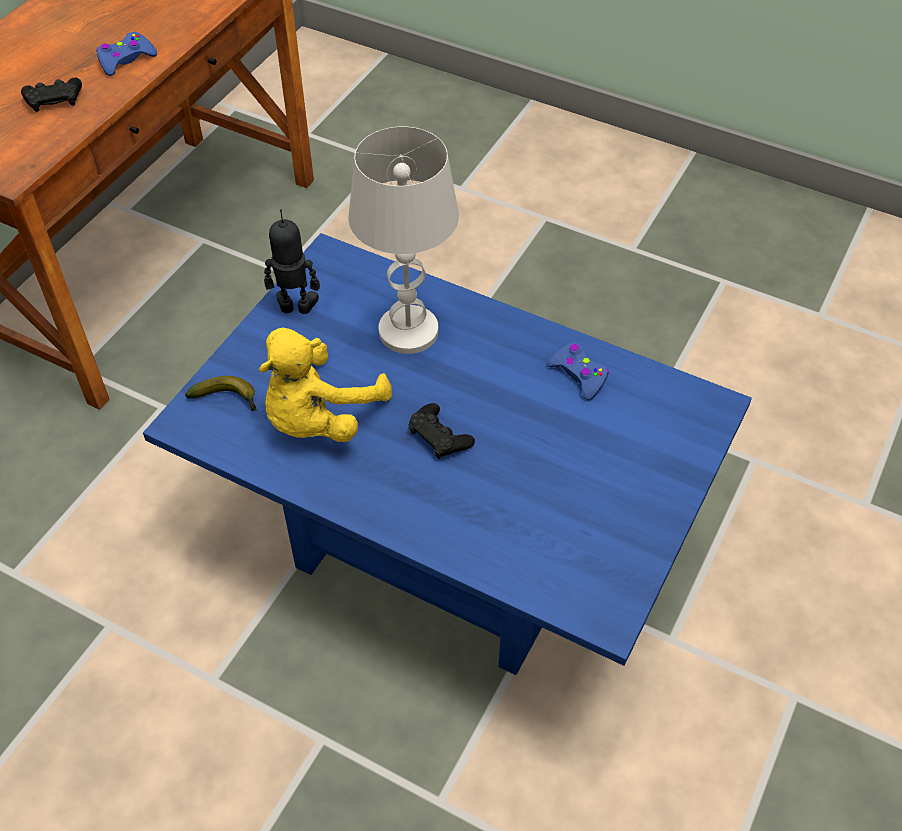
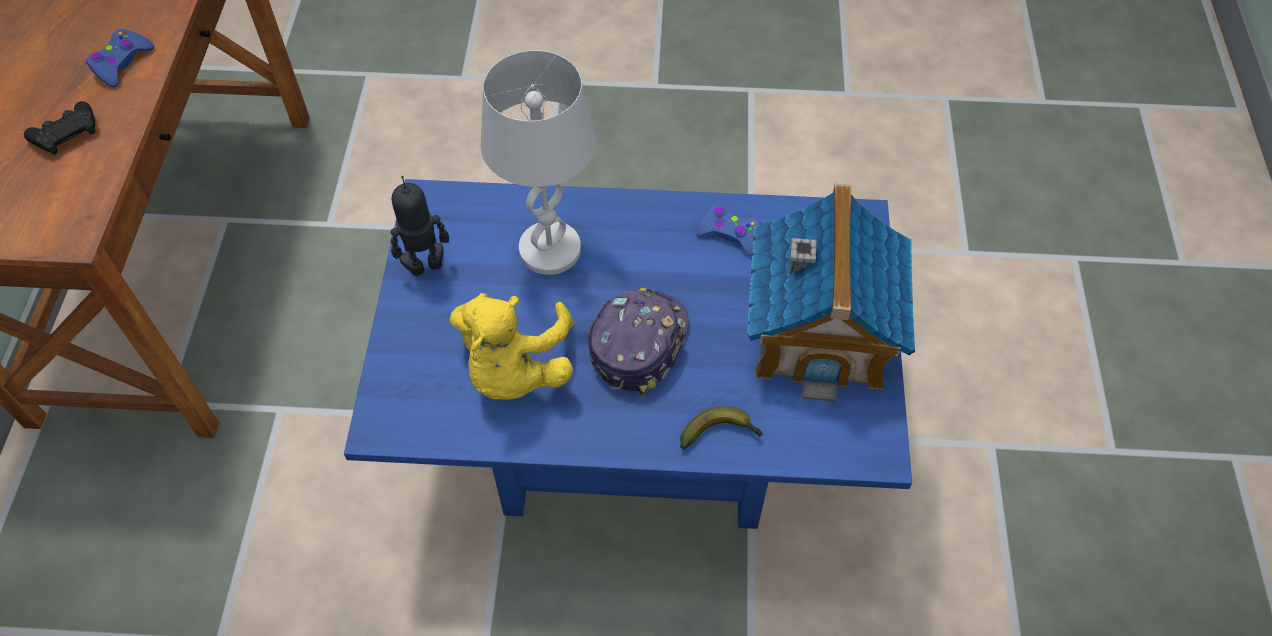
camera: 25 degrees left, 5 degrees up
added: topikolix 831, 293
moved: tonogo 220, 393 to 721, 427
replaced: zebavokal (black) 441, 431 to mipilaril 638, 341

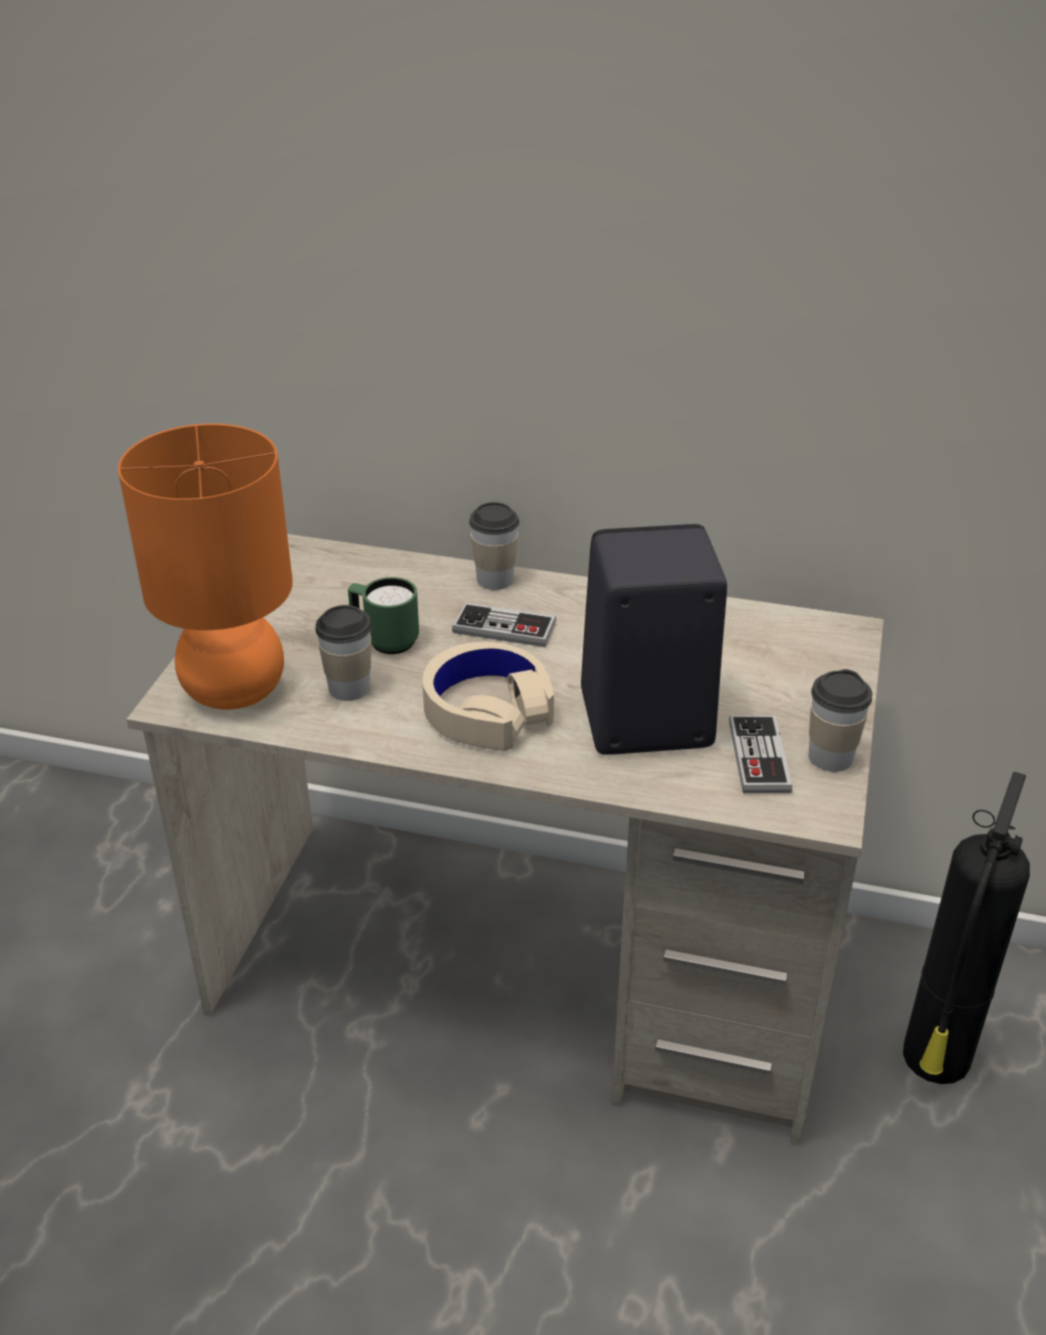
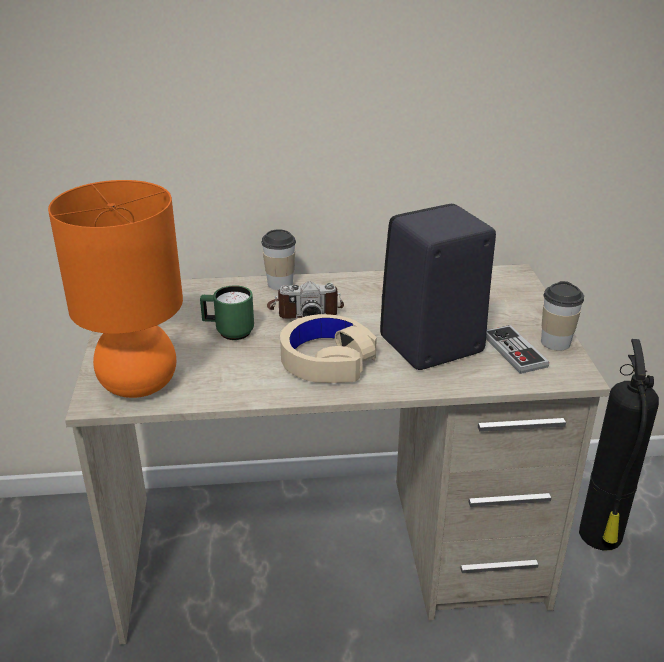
camera: 20 degrees left, 5 degrees down
removed: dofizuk 343, 653
replaced: zebavokal 504, 624 to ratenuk 305, 300

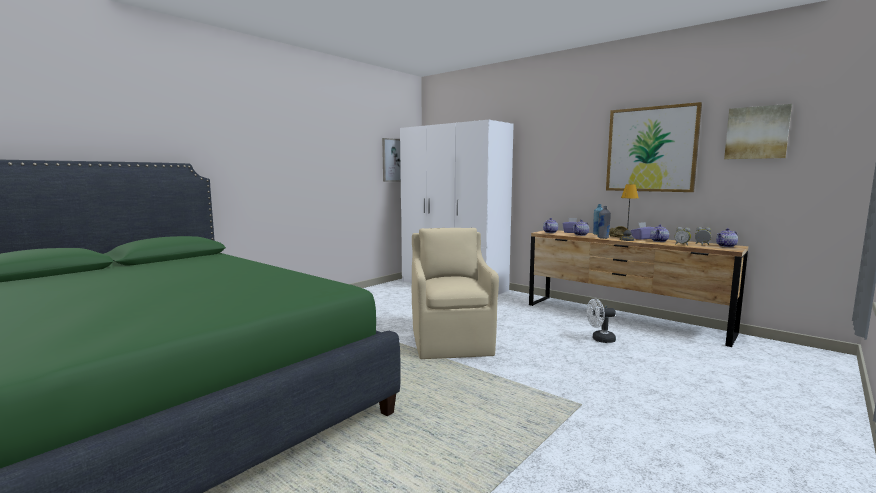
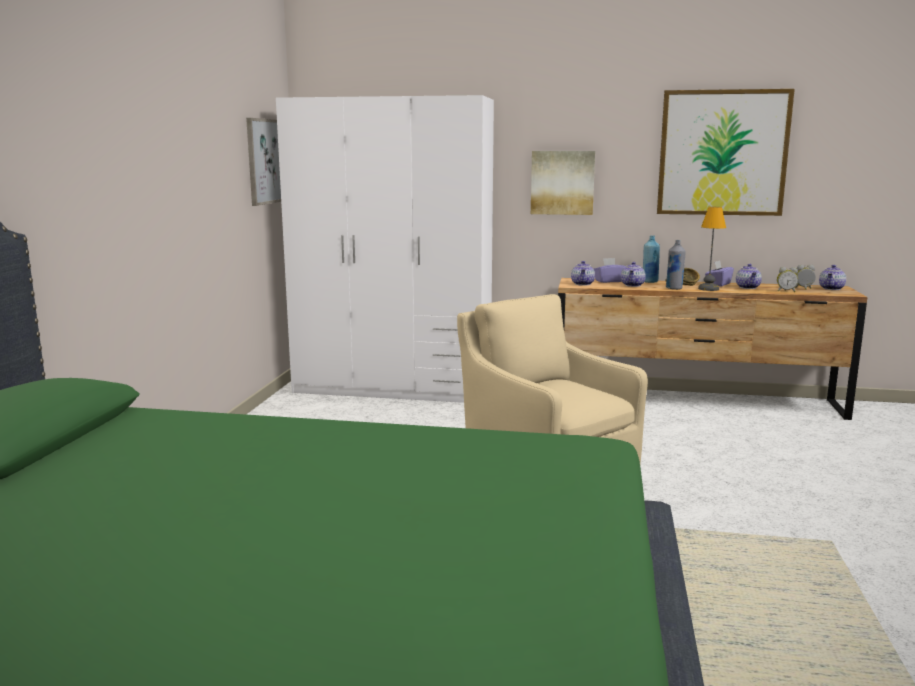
camera: 30 degrees left, 5 degrees up
removed: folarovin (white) 601, 320
moved: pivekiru 758, 131 to 563, 183

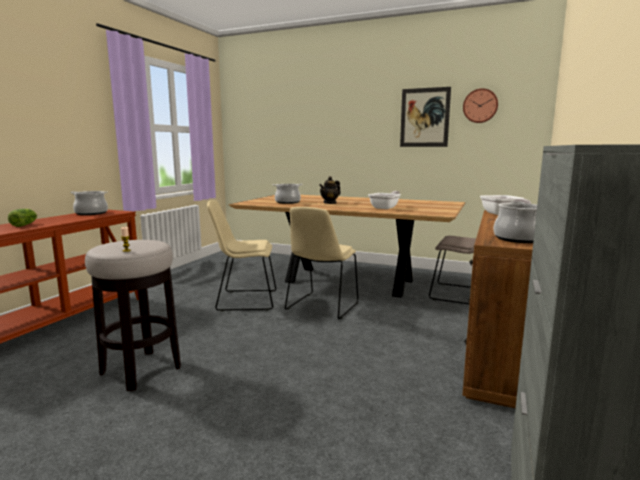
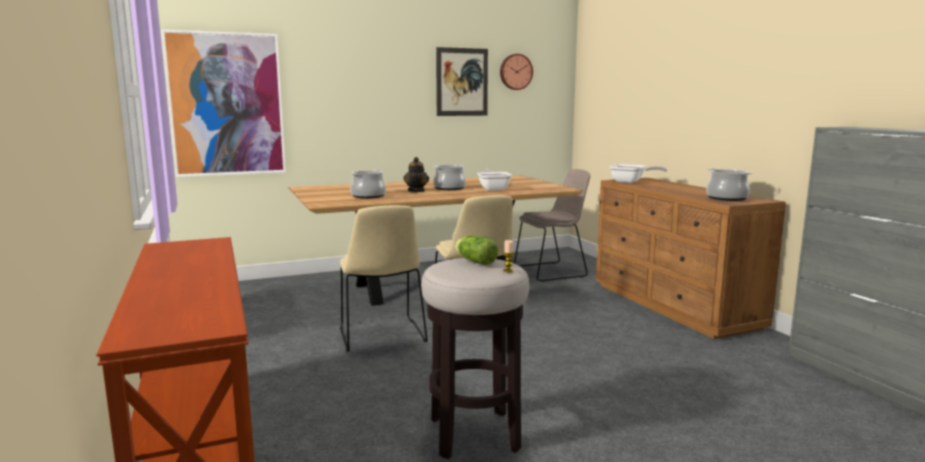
camera: 45 degrees left, 0 degrees up
added: pivekiru 223, 103
moved: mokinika 89, 203 to 449, 177; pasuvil 22, 218 to 476, 250
turned: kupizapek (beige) 241, 256 = 384, 278 60 degrees counterclockwise

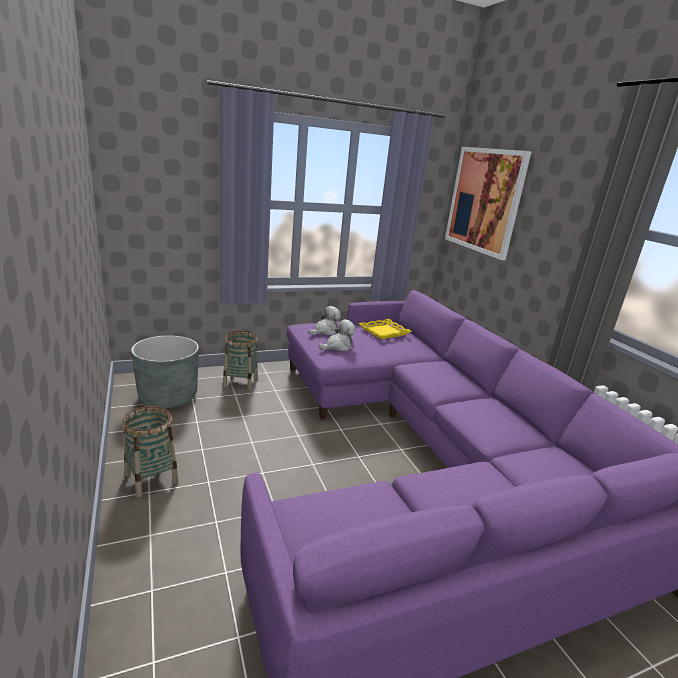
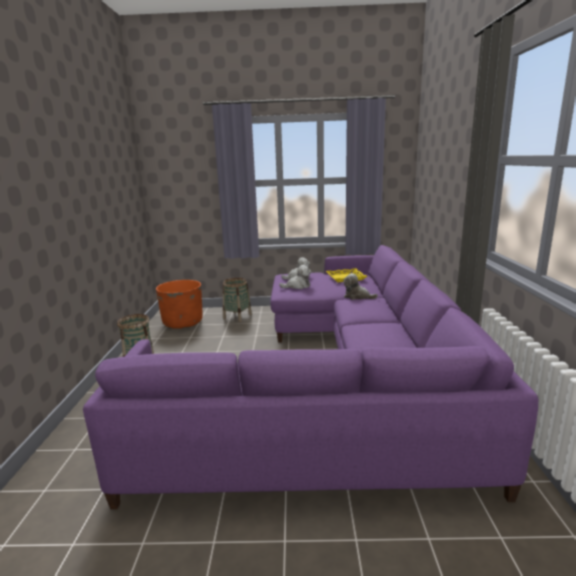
camera: 25 degrees right, 5 degrees down
removed: pivekiru 488, 203
added: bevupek 360, 286
recoloured: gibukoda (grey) 165, 372 to gibukoda (orange) 179, 304

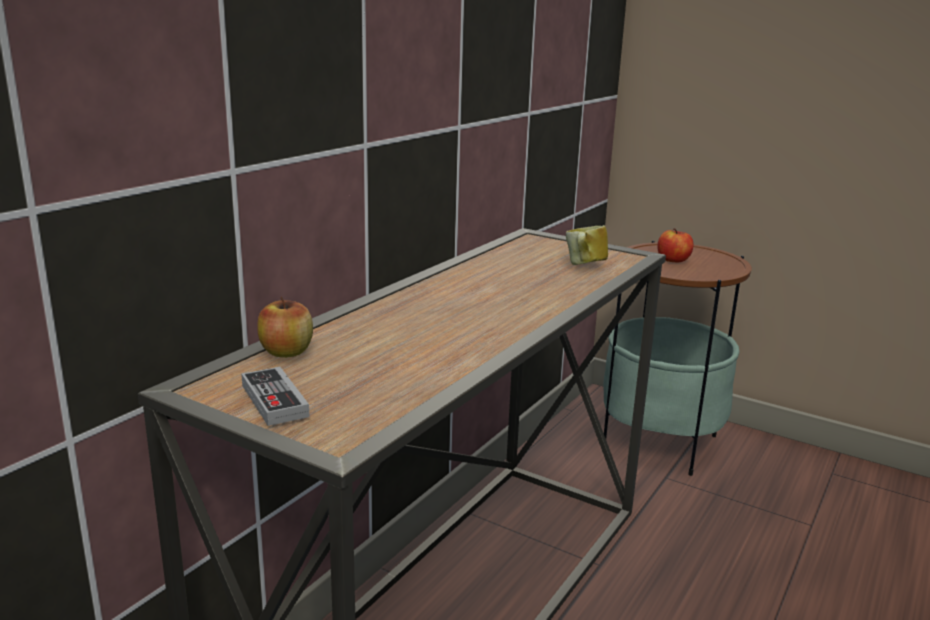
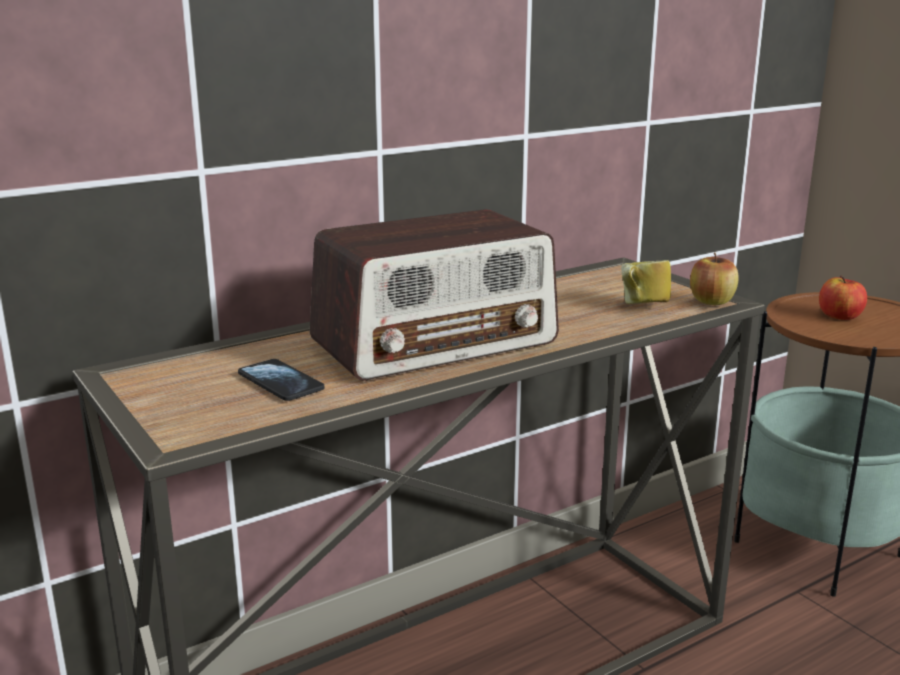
camera: 25 degrees right, 0 degrees up
removed: zebavokal 275, 396
added: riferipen 434, 295; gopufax 281, 380
moved: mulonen 285, 327 to 714, 278

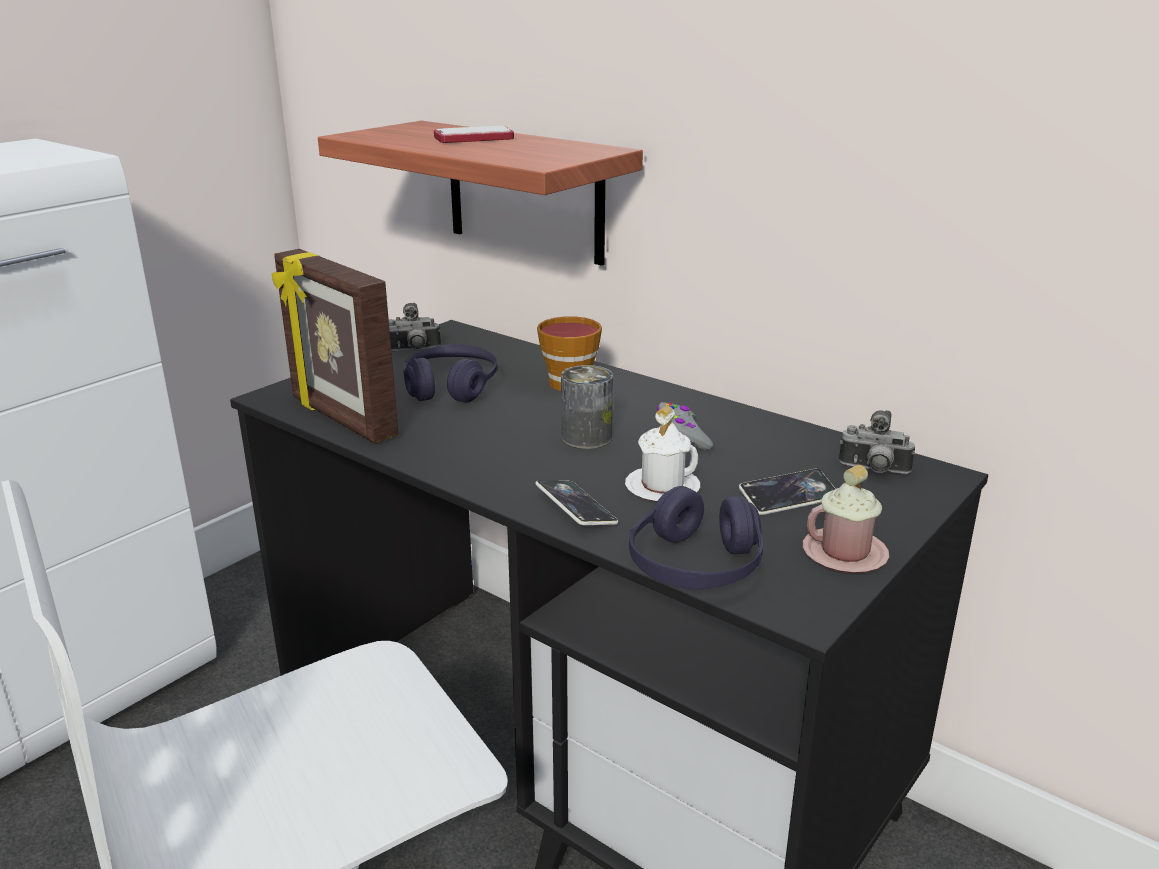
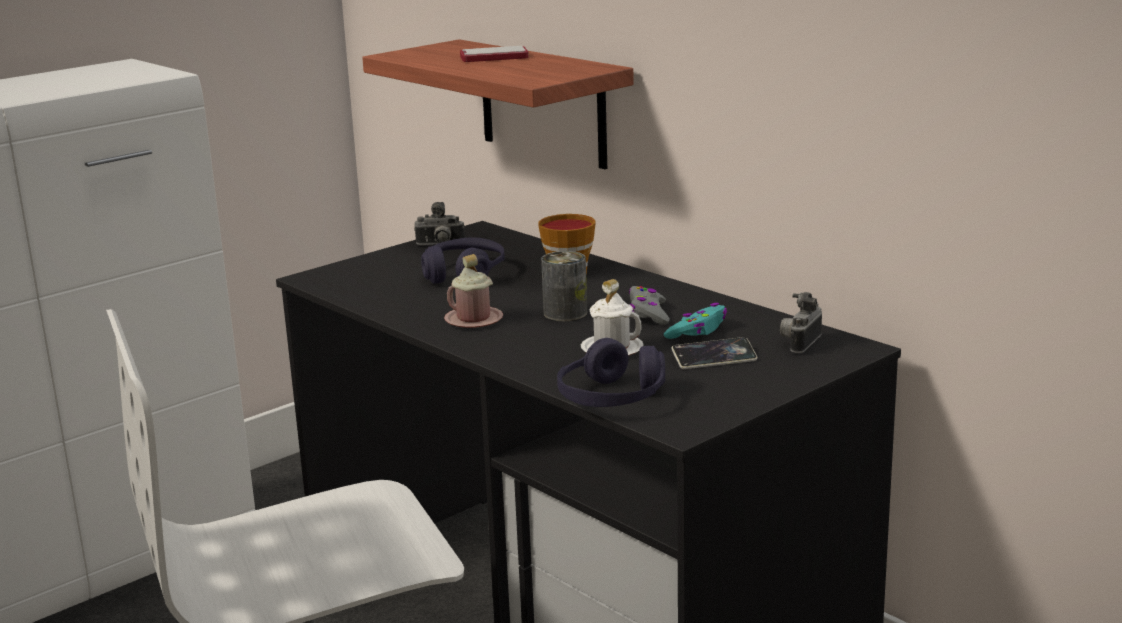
camera: 10 degrees right, 5 degrees down
removed: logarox 335, 346; gopufax 576, 502
added: zebavokal (turquoise) 695, 321
moved: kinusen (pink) 846, 519 to 473, 291
turned: ratenuk 877, 442 = 801, 322 90 degrees clockwise

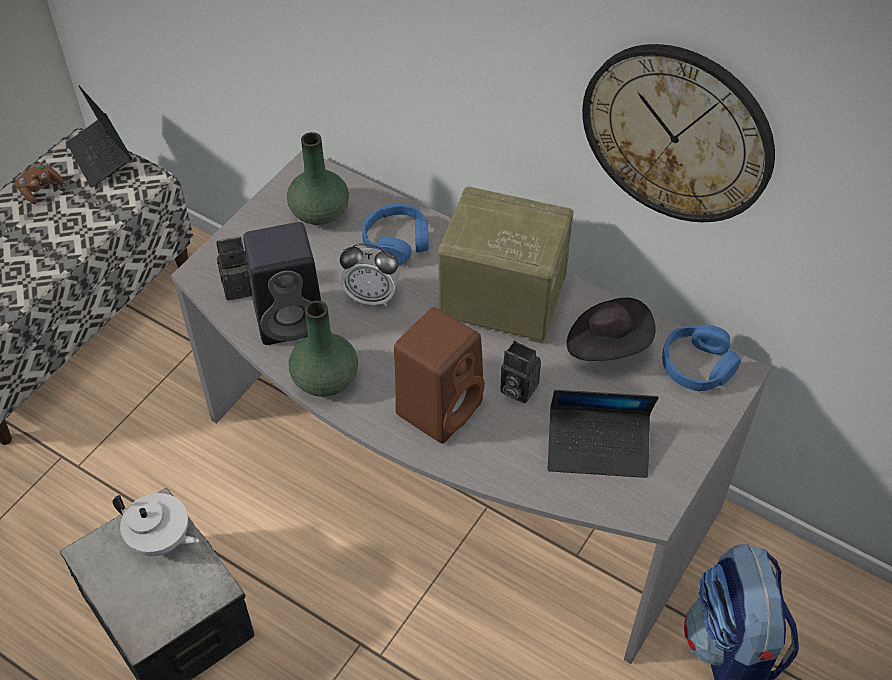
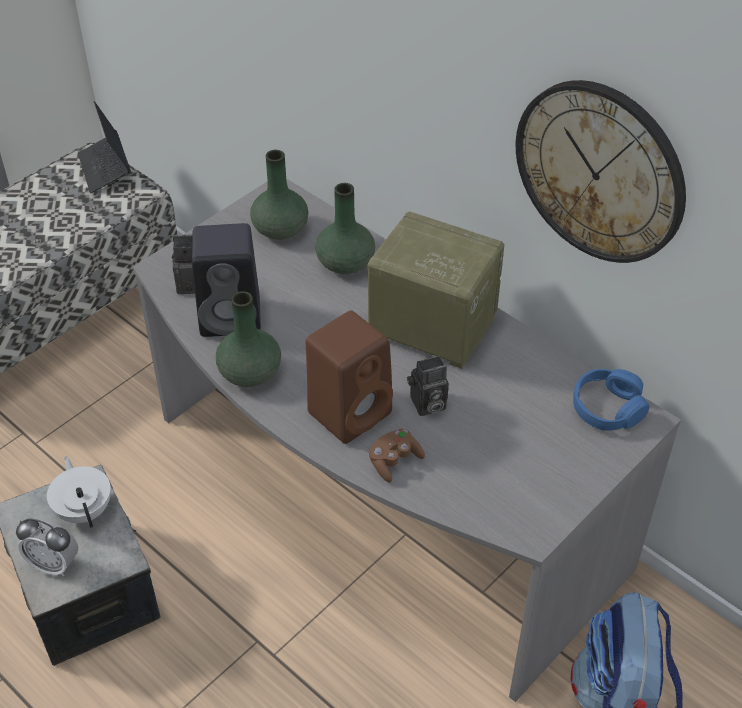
camera: 10 degrees right, 5 degrees down
removed: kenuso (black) 611, 329; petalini 603, 434
moved: zebavokal (brown) 39, 183 to 397, 455; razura 370, 274 to 47, 547
replaced: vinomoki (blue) 395, 234 to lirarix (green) 345, 228
turned: ratenuk 520, 372 = 428, 386 60 degrees counterclockwise; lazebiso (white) 156, 524 = 79, 492 150 degrees counterclockwise

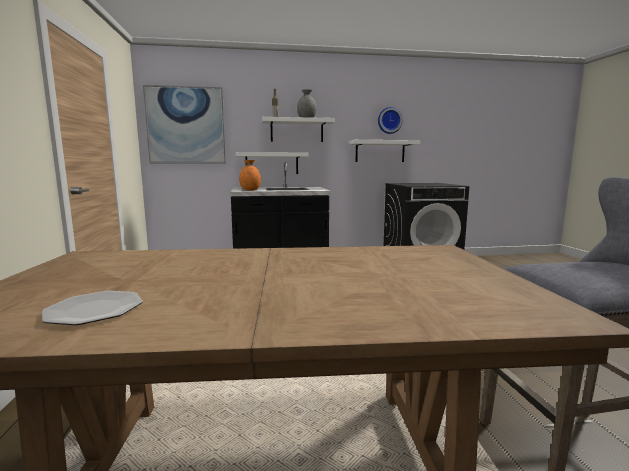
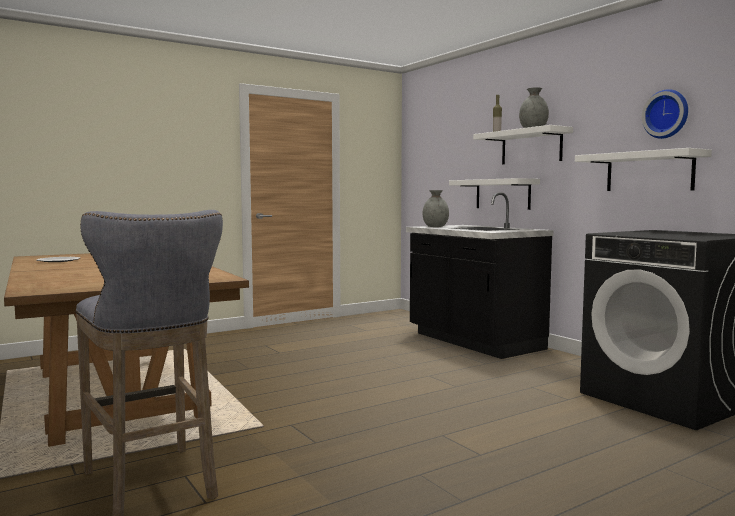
camera: 65 degrees right, 5 degrees down
removed: pivekiru 184, 124
recoloured: lirarix (orange) 250, 175 to lirarix (grey) 436, 208

